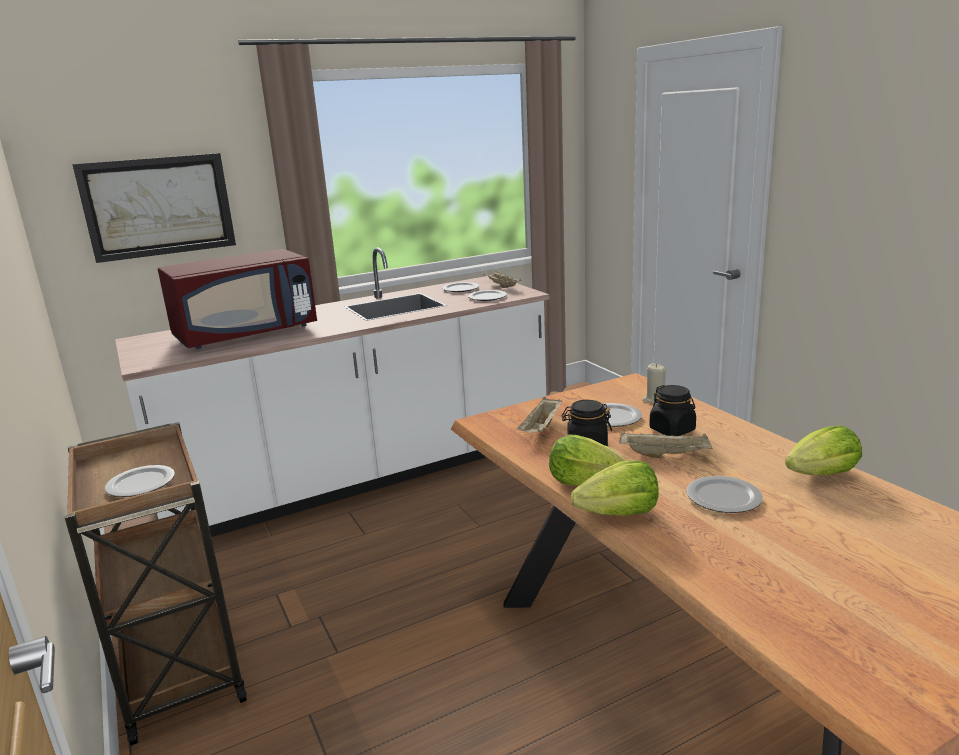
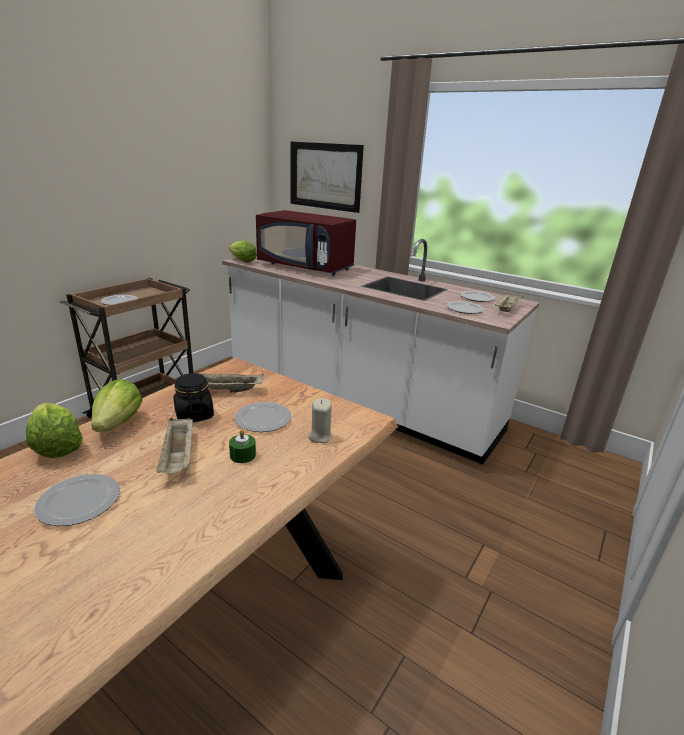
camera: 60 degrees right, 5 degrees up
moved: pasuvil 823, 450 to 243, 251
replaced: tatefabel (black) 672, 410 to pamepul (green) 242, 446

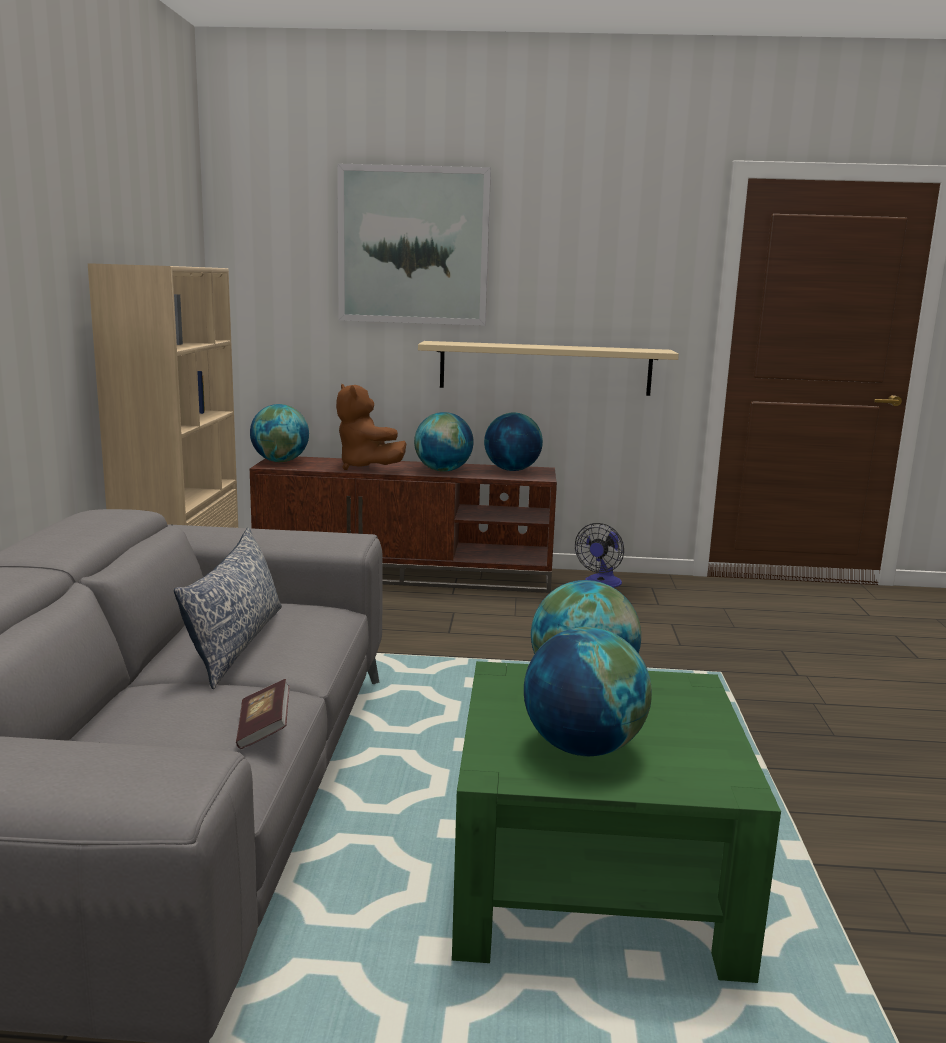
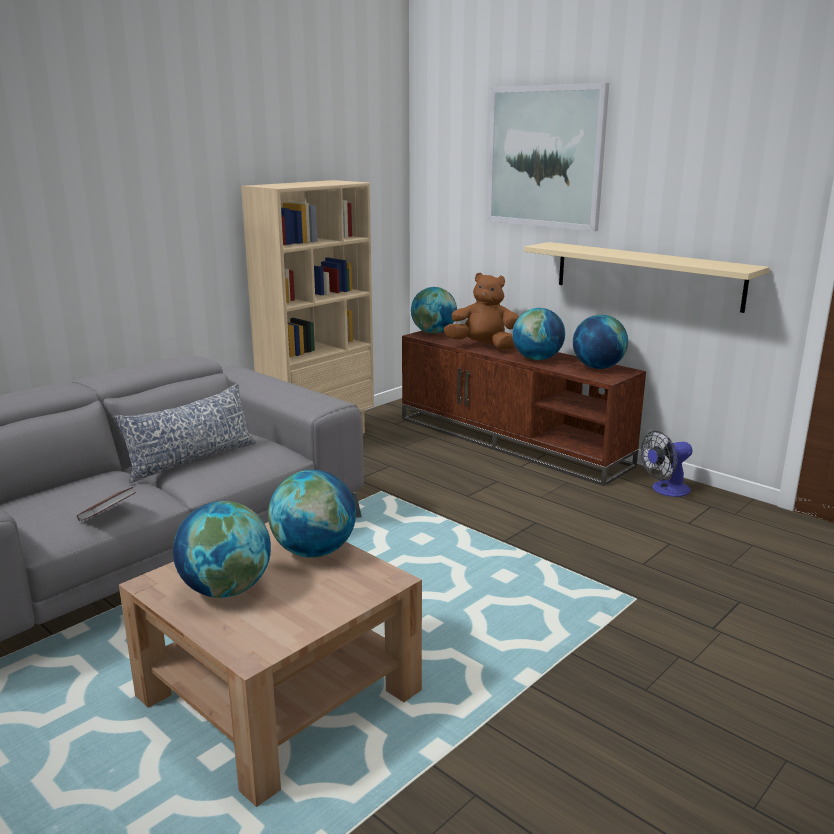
camera: 40 degrees right, 5 degrees up
recoloured: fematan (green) 616, 822 to fematan (brown) 270, 664
turned: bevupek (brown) 371, 427 = 481, 311 105 degrees clockwise

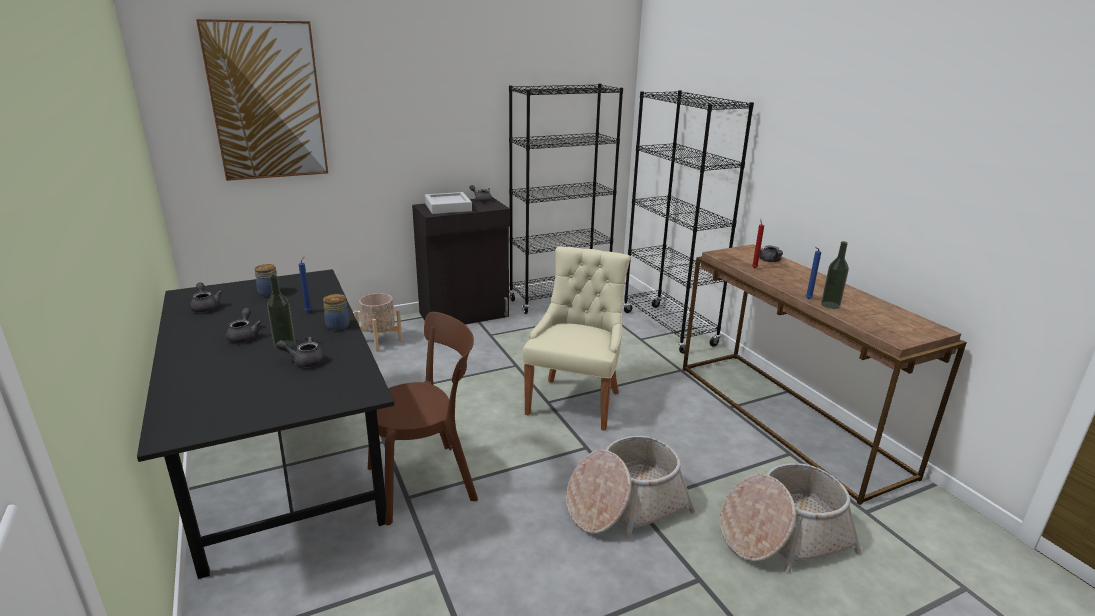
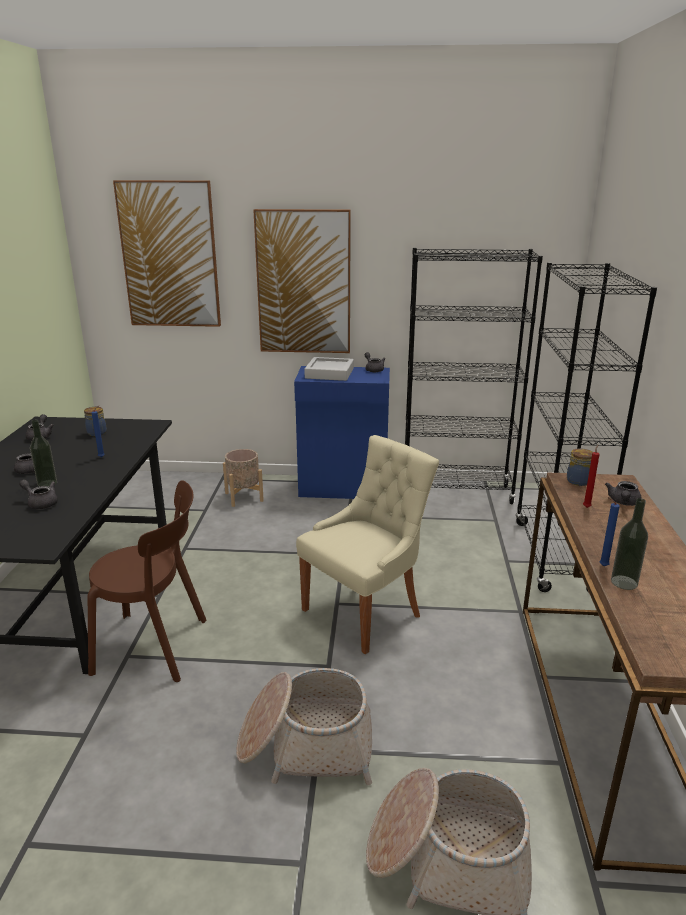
camera: 30 degrees right, 0 degrees up
added: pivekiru 302, 281
moved: tatefabel 336, 312 to 580, 467
recoloured: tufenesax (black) 461, 260 to tufenesax (blue) 342, 432

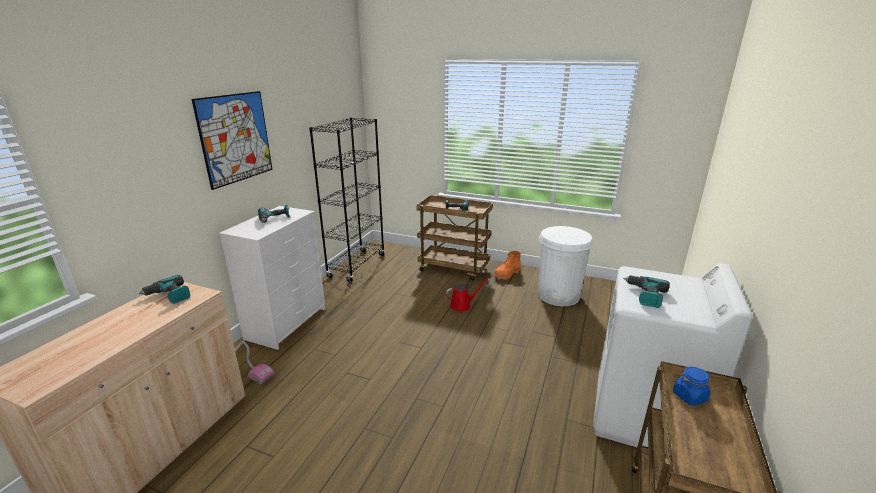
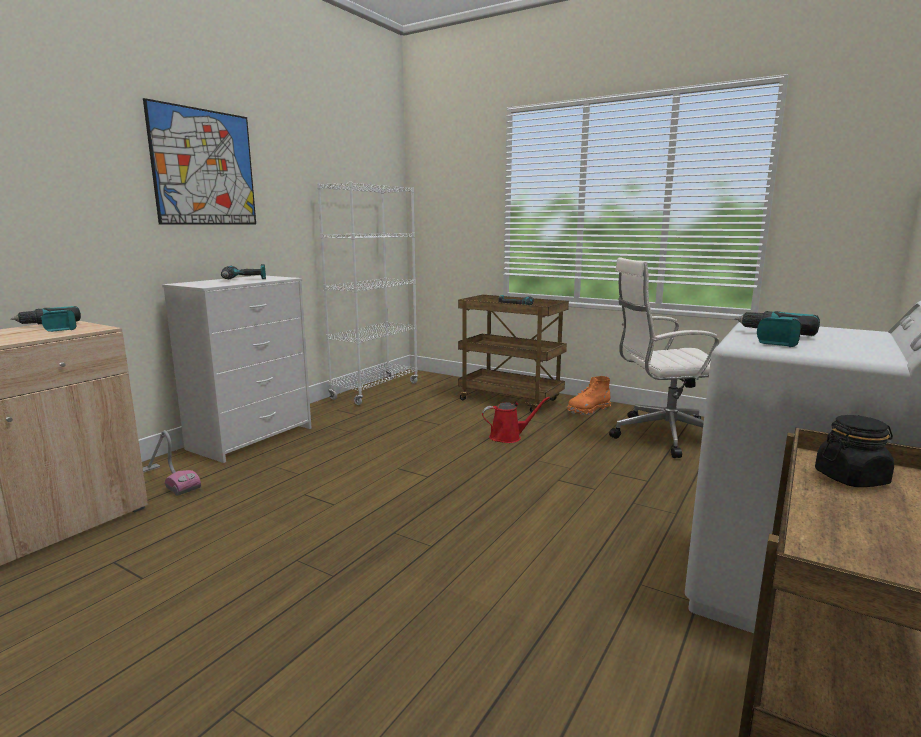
camera: 10 degrees right, 10 degrees down
replaced: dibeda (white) 565, 266 to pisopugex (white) 664, 357
recoloured: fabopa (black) 347, 199 to fabopa (white) 367, 293; tatefabel (blue) 691, 386 to tatefabel (black) 854, 451

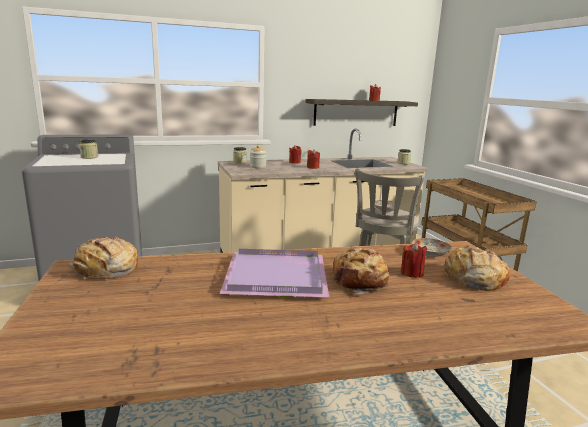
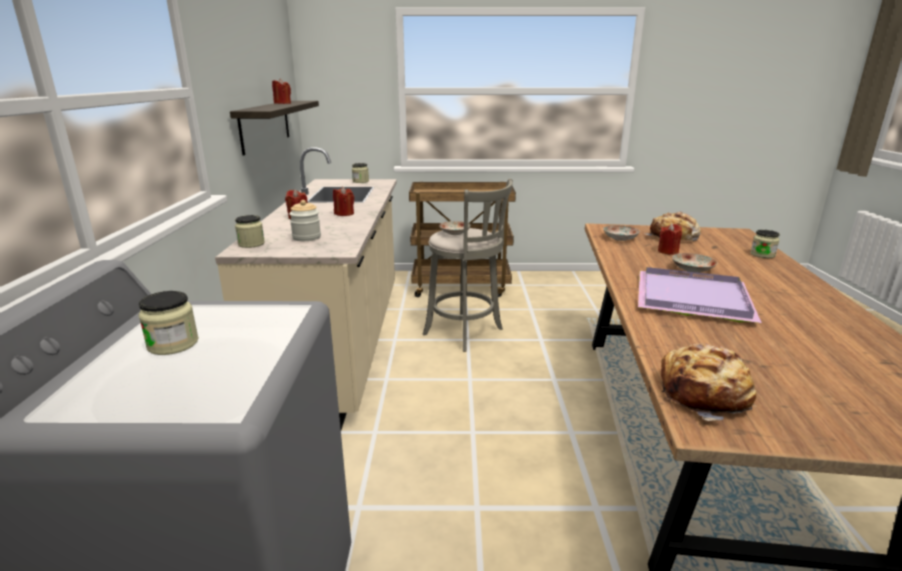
camera: 70 degrees left, 5 degrees up
added: tatefabel 765, 244
replaced: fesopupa 361, 270 to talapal 694, 263

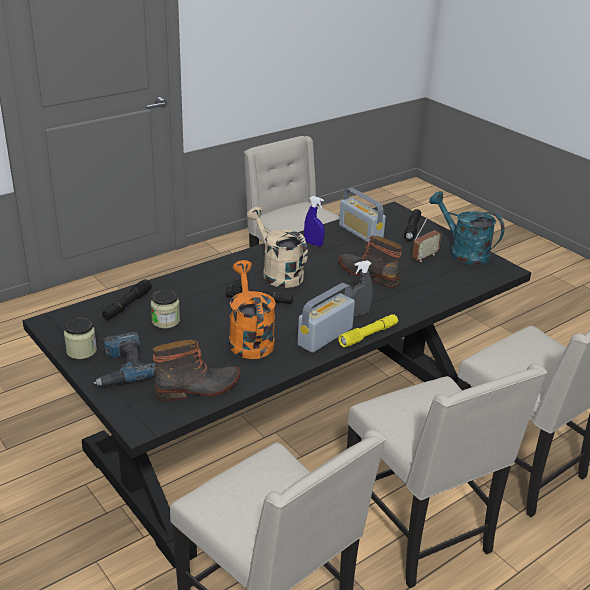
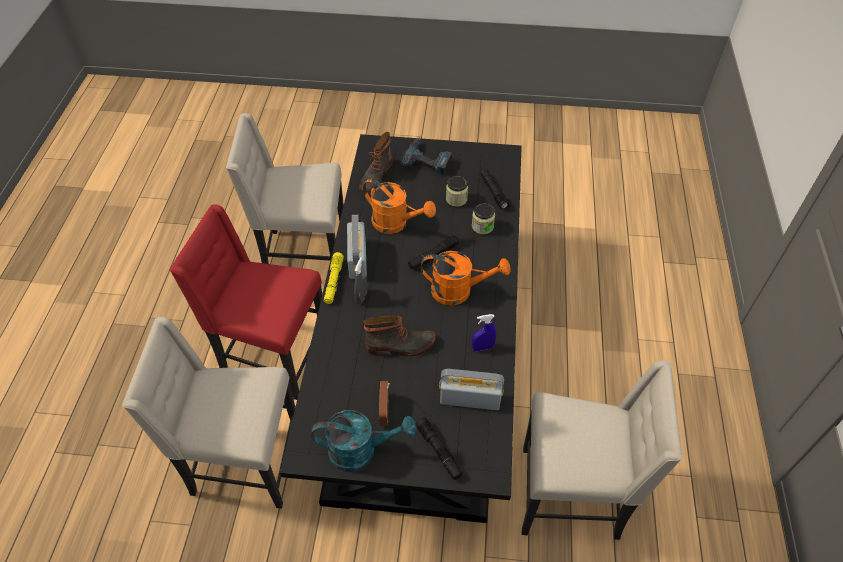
camera: 135 degrees right, 20 degrees up
moved: tatefabel 80, 338 to 483, 218
recoloured: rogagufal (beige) 277, 247 to rogagufal (orange) 466, 278; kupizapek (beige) 447, 476 to kupizapek (red) 246, 302

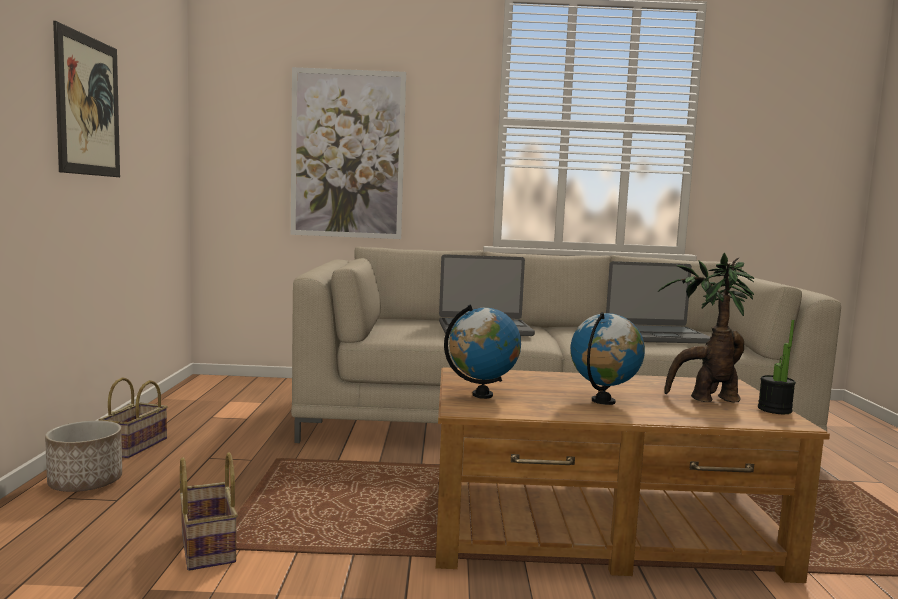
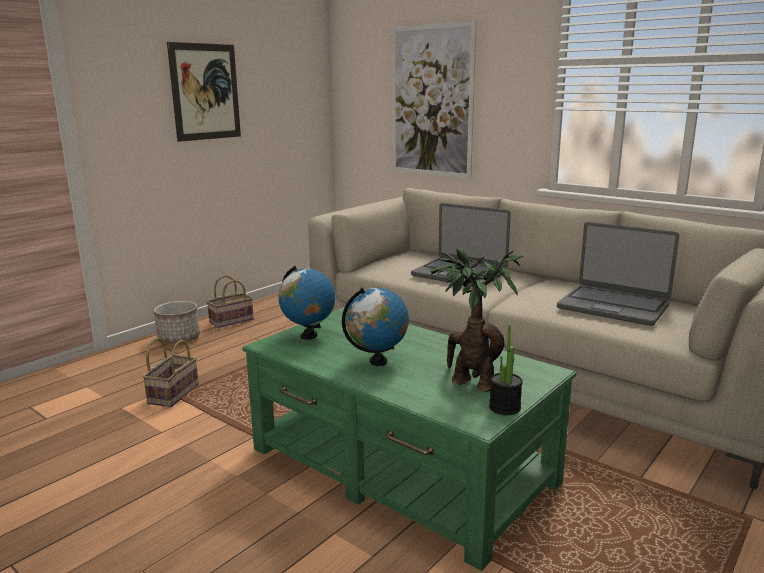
camera: 40 degrees right, 10 degrees up
recoloured: fematan (brown) 633, 475 to fematan (green) 409, 439

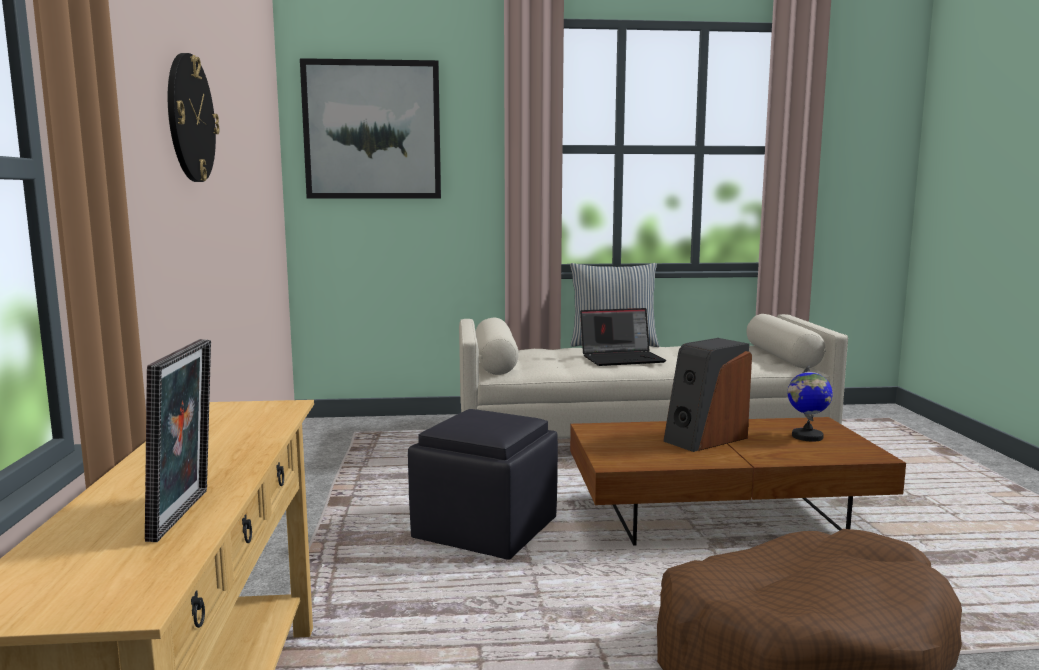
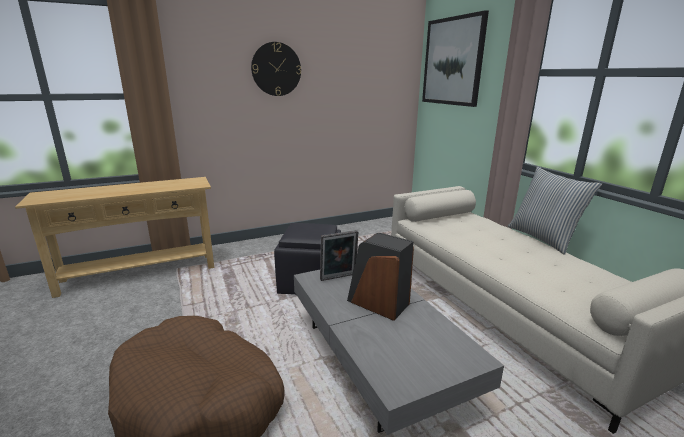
camera: 70 degrees right, 10 degrees up
removed: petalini 623, 337; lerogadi 810, 403
moved: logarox 178, 440 to 339, 255
recoloured: fematan (brown) 738, 481 to fematan (grey) 399, 352

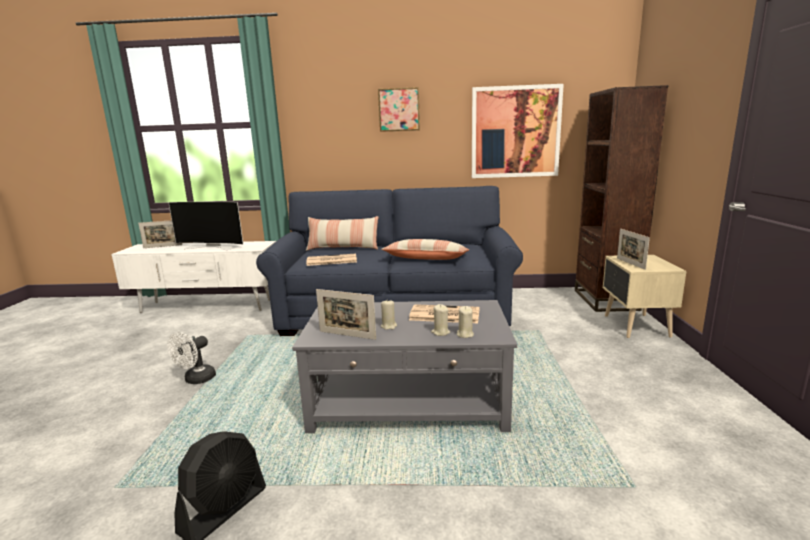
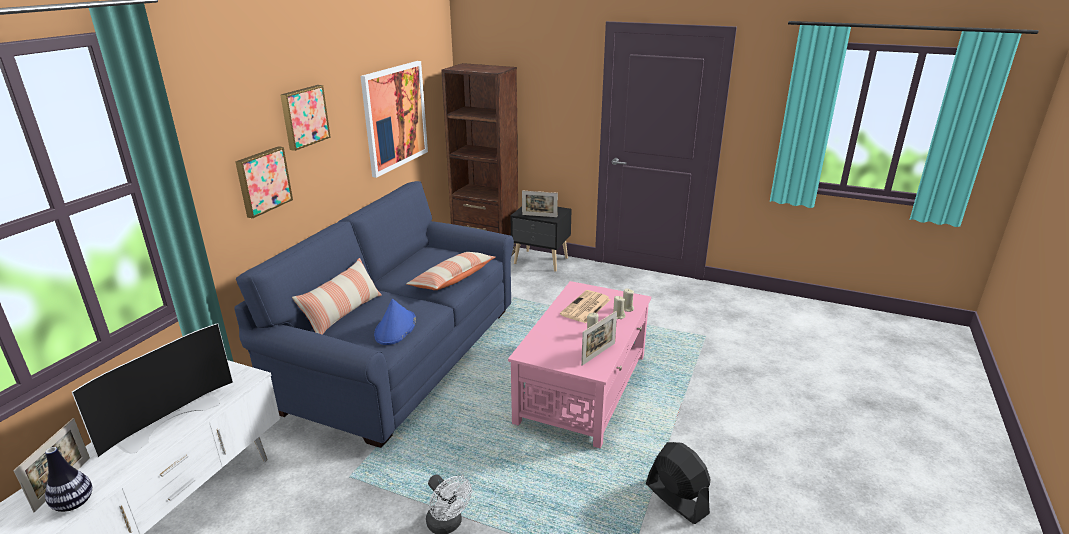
camera: 70 degrees left, 10 degrees up
added: pivekiru 264, 182; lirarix 68, 479
replaced: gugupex 331, 260 to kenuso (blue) 395, 322
recoloured: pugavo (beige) 645, 296 to pugavo (black) 541, 239; fematan (grey) 404, 366 to fematan (pink) 579, 364

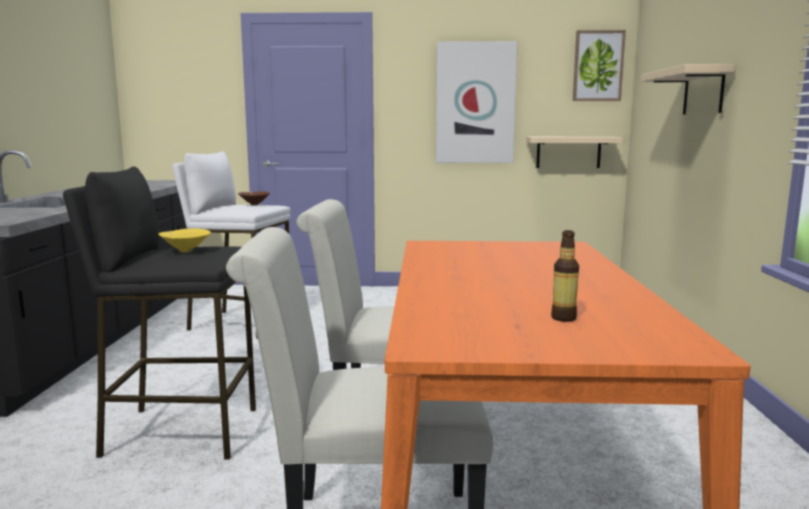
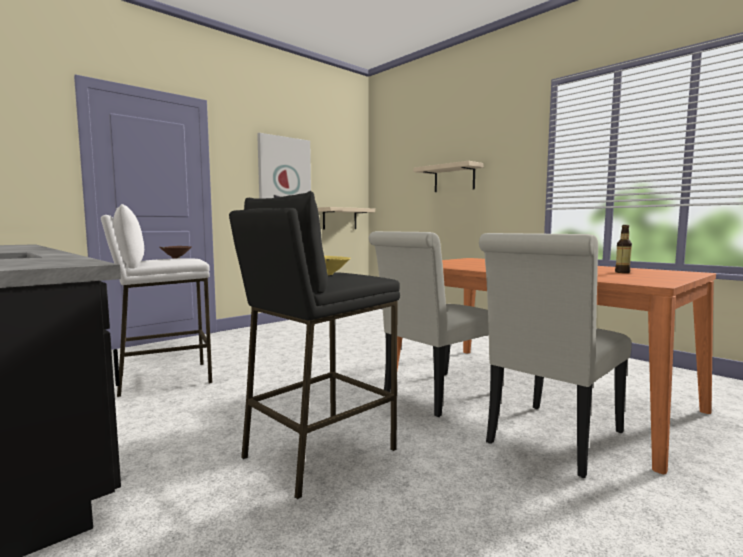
camera: 45 degrees left, 5 degrees down
removed: pivekiru 599, 65

